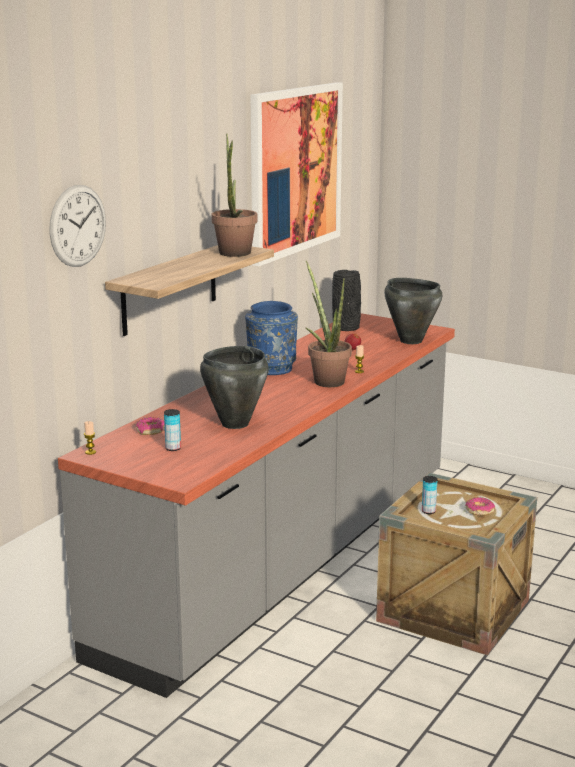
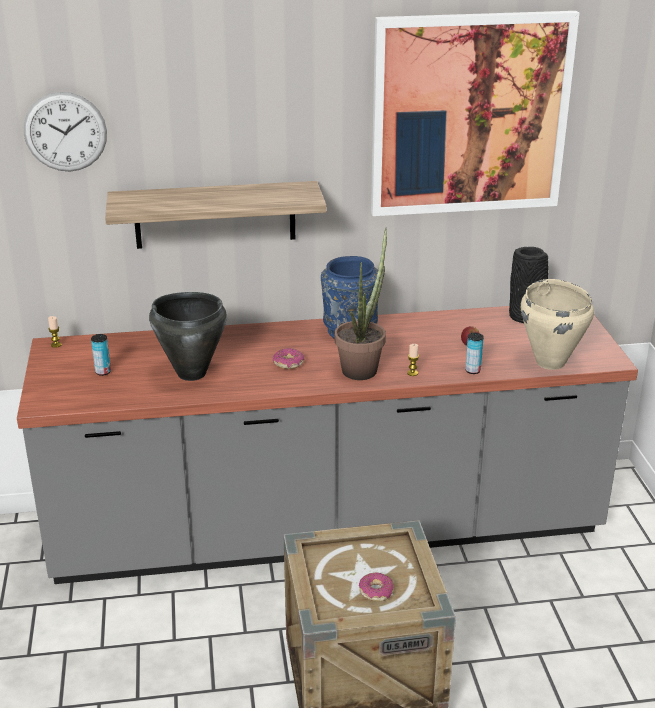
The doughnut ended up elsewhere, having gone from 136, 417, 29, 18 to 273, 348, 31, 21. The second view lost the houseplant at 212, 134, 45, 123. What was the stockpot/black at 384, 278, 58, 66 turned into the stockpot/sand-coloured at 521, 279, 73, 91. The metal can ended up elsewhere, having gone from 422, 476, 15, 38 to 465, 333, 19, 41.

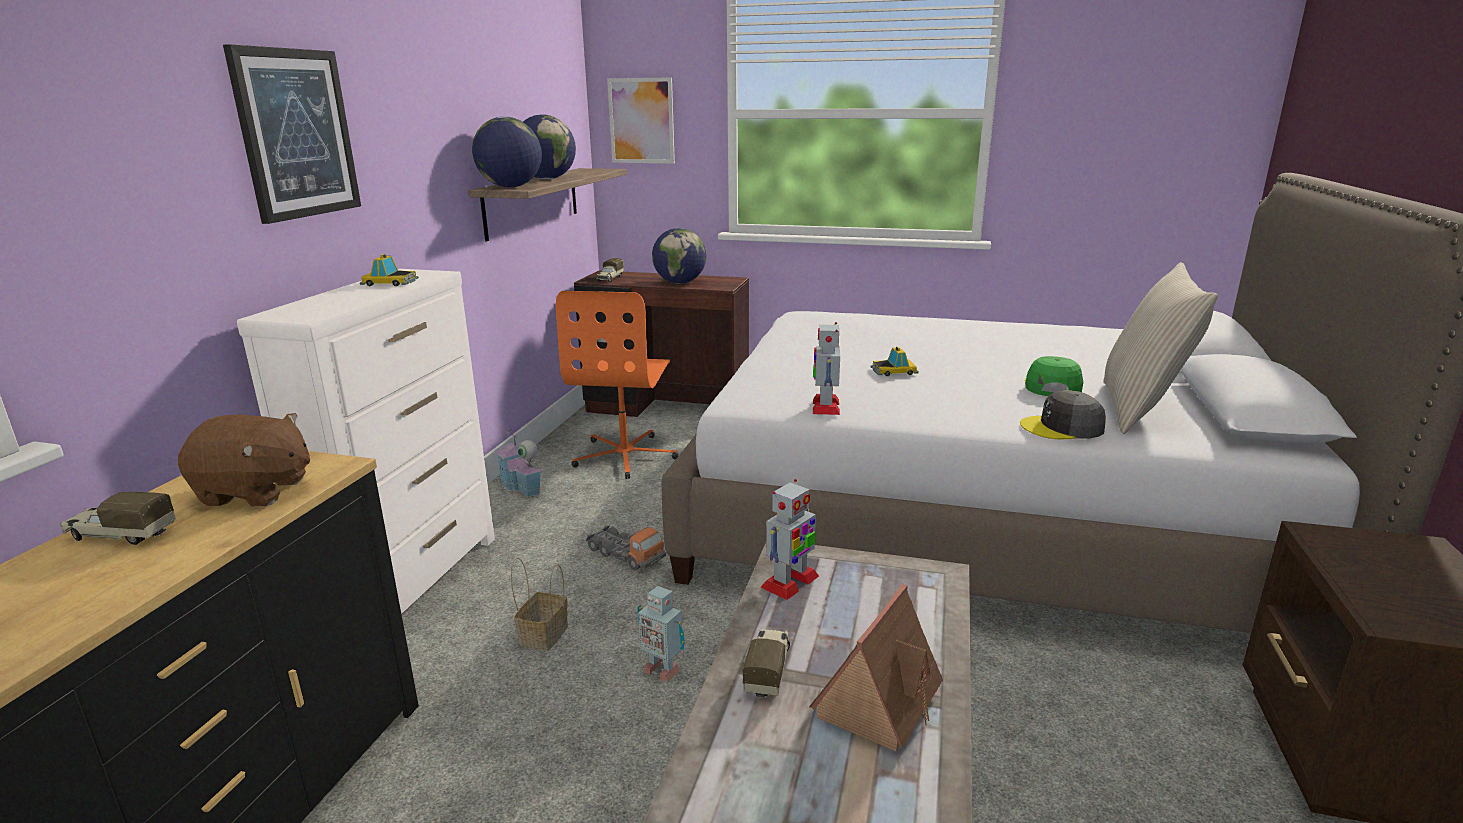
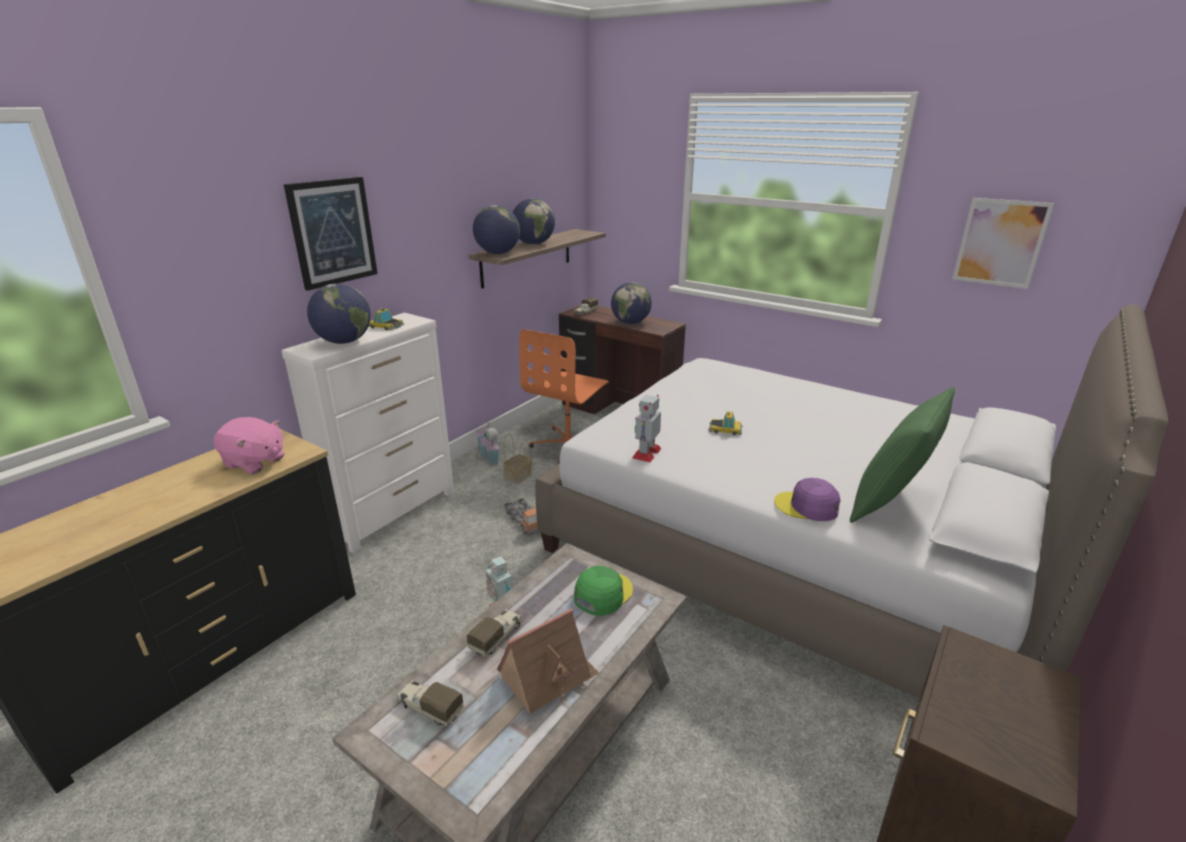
The model truck ended up elsewhere, having gone from 60, 492, 116, 53 to 396, 680, 68, 46. What was the cuddly toy/brownish at 178, 413, 132, 94 turned into the cuddly toy/pink at 214, 417, 70, 57. The basket ended up elsewhere, having gone from 511, 557, 57, 94 to 503, 434, 29, 50. The wall art ended up elsewhere, having gone from 607, 77, 68, 86 to 952, 198, 102, 91. The second view lost the toy robot at 760, 479, 59, 121. What was the peaked cap/gray at 1020, 390, 86, 49 turned into the peaked cap/purple-coloured at 774, 478, 67, 43. The peaked cap/green ended up elsewhere, having gone from 1025, 356, 58, 40 to 574, 565, 59, 51. What was the pillow/sand-coloured at 1103, 262, 115, 172 turned into the pillow/green at 850, 387, 105, 136. The second view gained the globe at 307, 283, 64, 61.

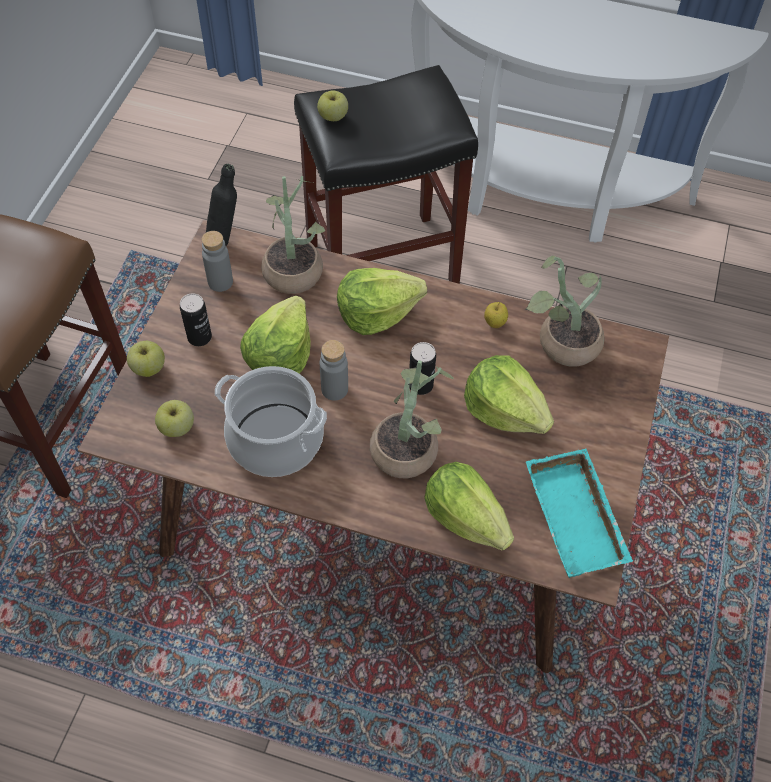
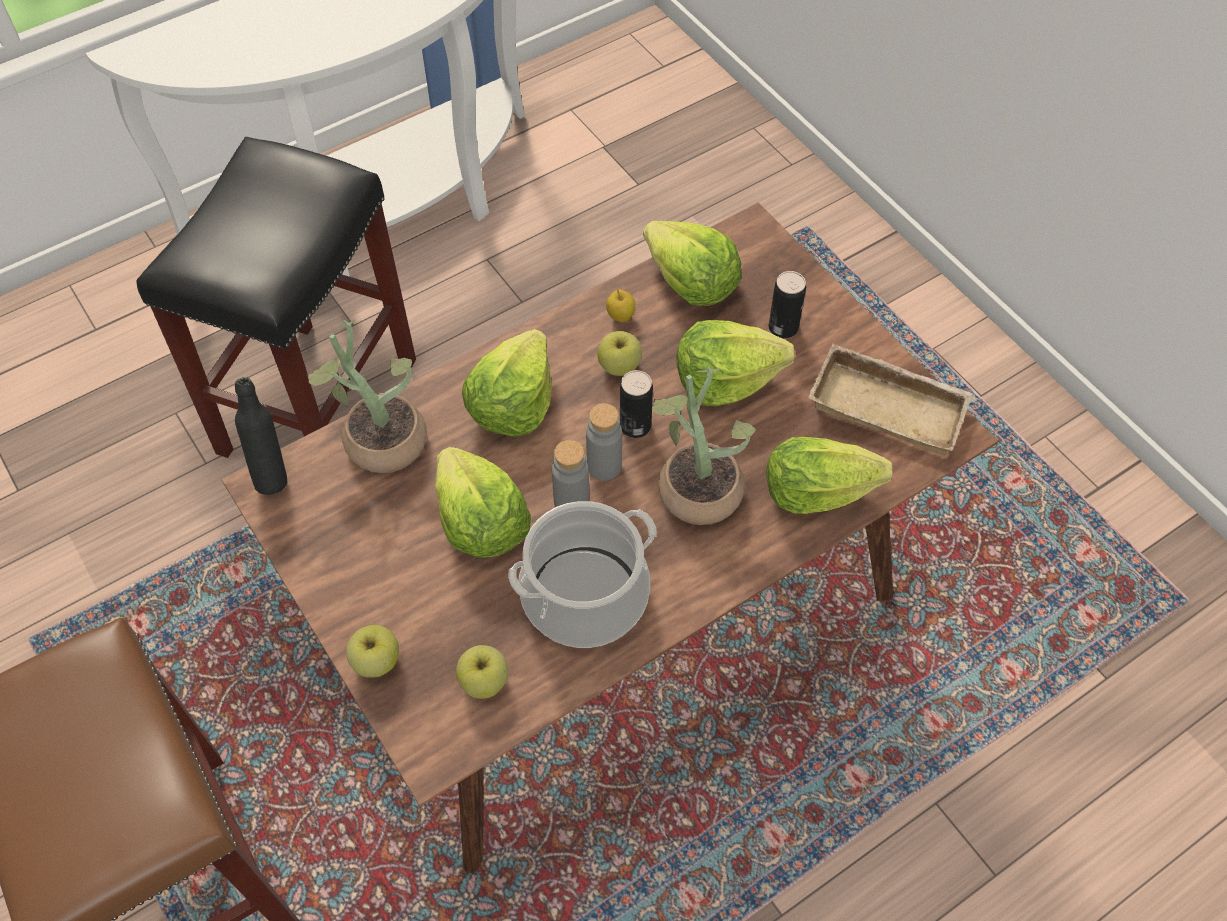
The metal can ended up elsewhere, having gone from 180, 293, 32, 53 to 769, 271, 37, 67. The beverage bottle/gray ended up elsewhere, having gone from 202, 231, 31, 61 to 586, 403, 36, 78. The apple ended up elsewhere, having gone from 317, 90, 31, 31 to 597, 331, 45, 45. Where the houseplant stood at 525, 256, 80, 110, the head of lettuce came to stand at 643, 221, 99, 85. What was the tray/turquoise at 526, 448, 107, 130 turned into the tray/sand-coloured at 808, 343, 165, 112.

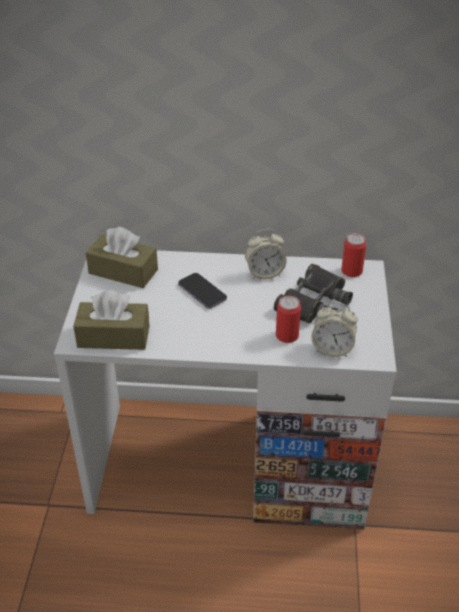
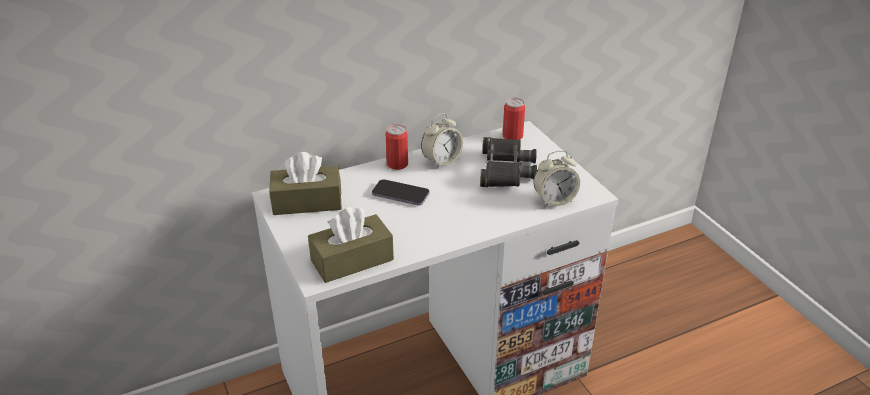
The metal can ended up elsewhere, having gone from 276, 296, 25, 47 to 386, 124, 22, 46.

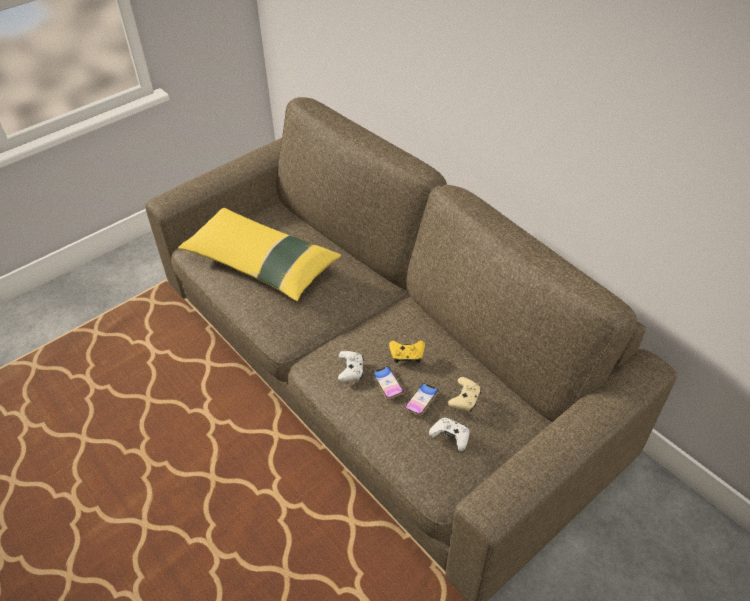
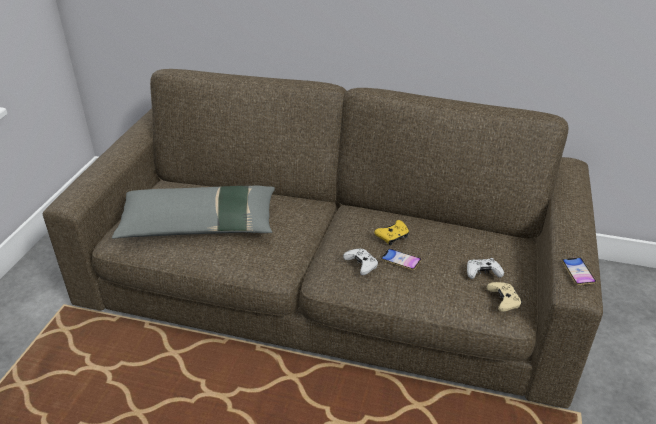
What was the pillow/yellow at 178, 208, 163, 93 turned into the pillow/gray at 112, 185, 163, 54. The telephone ended up elsewhere, having gone from 404, 383, 35, 33 to 562, 257, 35, 28. The game controller/sand-coloured ended up elsewhere, having gone from 448, 377, 33, 34 to 486, 282, 36, 30.

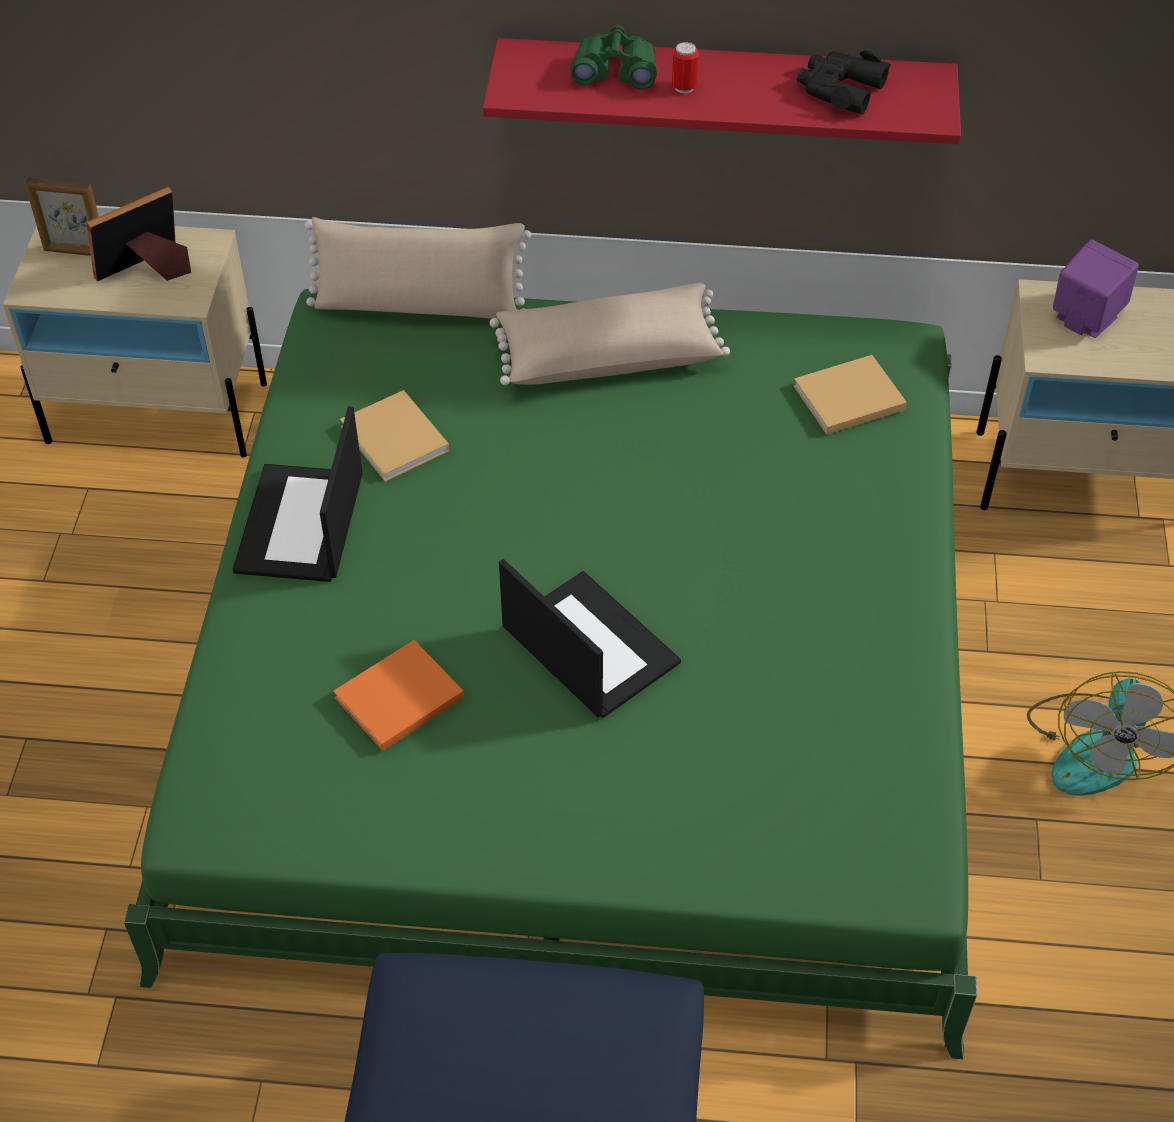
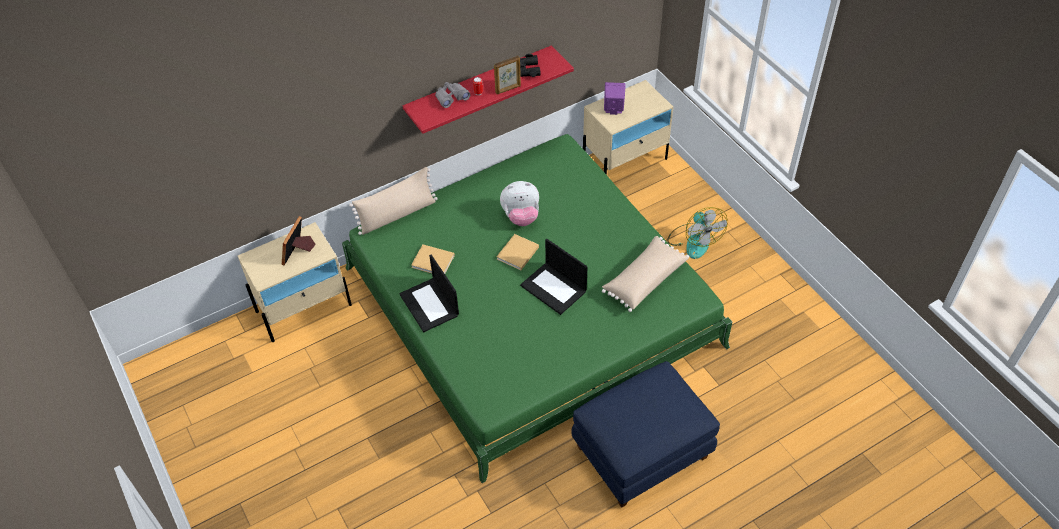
The picture frame ended up elsewhere, having gone from 25, 177, 74, 79 to 494, 56, 27, 38. The second view lost the book/orangey at 333, 640, 131, 111. The pillow/sand-coloured ended up elsewhere, having gone from 490, 283, 240, 102 to 602, 236, 87, 76. The portable computer at 499, 559, 182, 159 ended up facing another way, 150 degrees counterclockwise from before. What was the field glasses/green at 570, 25, 87, 65 turned into the field glasses/gray at 435, 82, 35, 26. The book/sand-coloured ended up elsewhere, having gone from 793, 355, 114, 80 to 496, 234, 43, 36. The second view gained the cuddly toy at 500, 181, 39, 45.

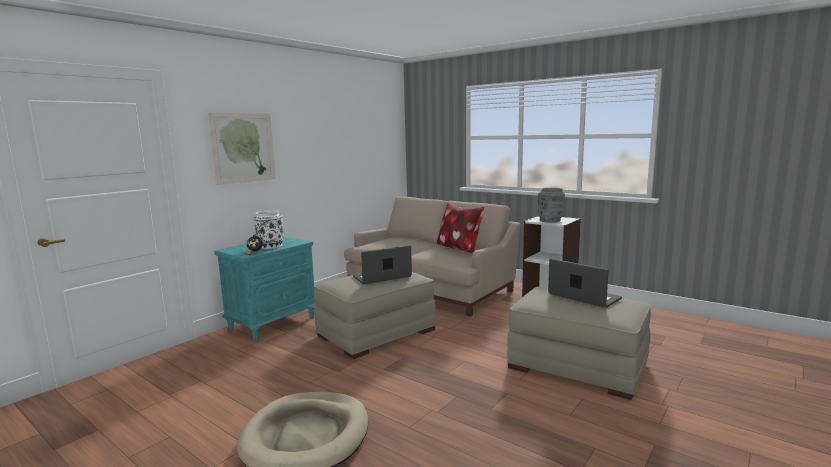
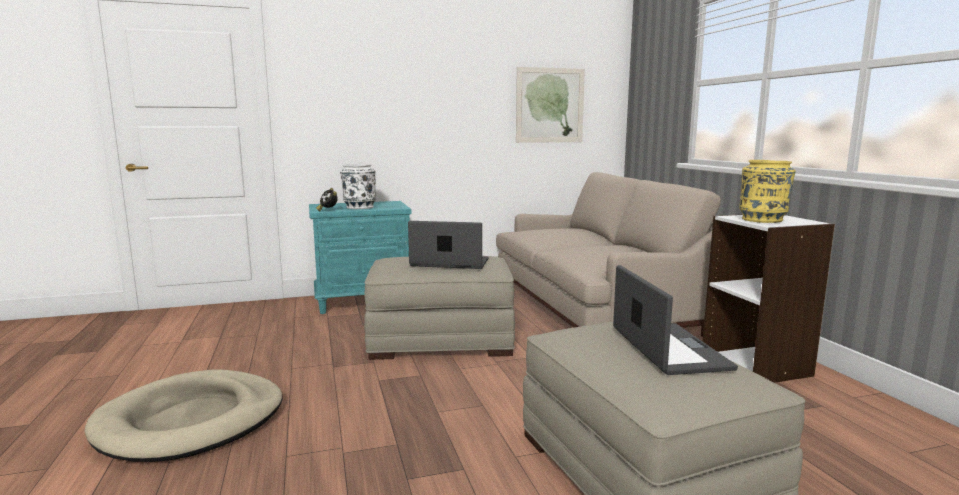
The wall art ended up elsewhere, having gone from 208, 113, 68, 72 to 516, 67, 69, 76. The second view lost the pillow at 437, 202, 47, 51. What was the decorative vase/gray at 538, 188, 27, 35 turned into the decorative vase/yellow at 739, 160, 57, 63.

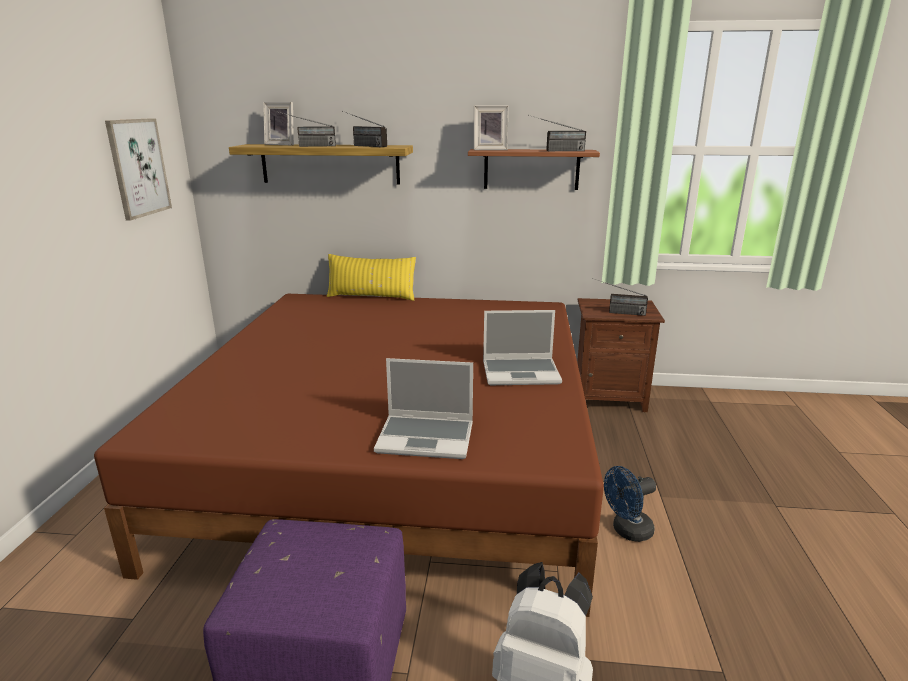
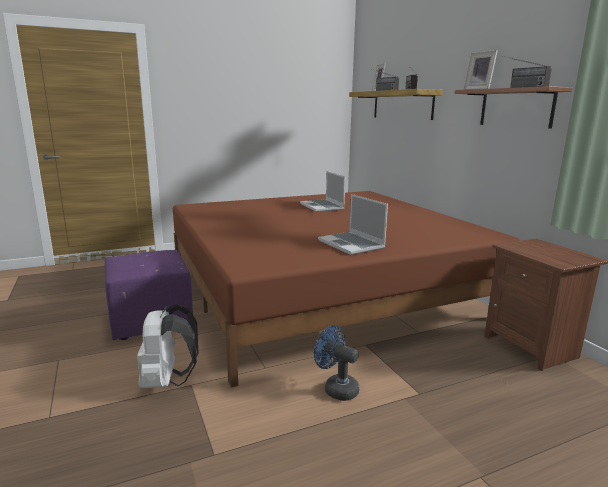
The second view lost the wall art at 105, 118, 67, 103. The second view lost the pillow/yellow at 327, 254, 89, 47. The portable computer ended up elsewhere, having gone from 374, 358, 99, 101 to 300, 171, 45, 41. The second view lost the radio set at 595, 279, 53, 37.

